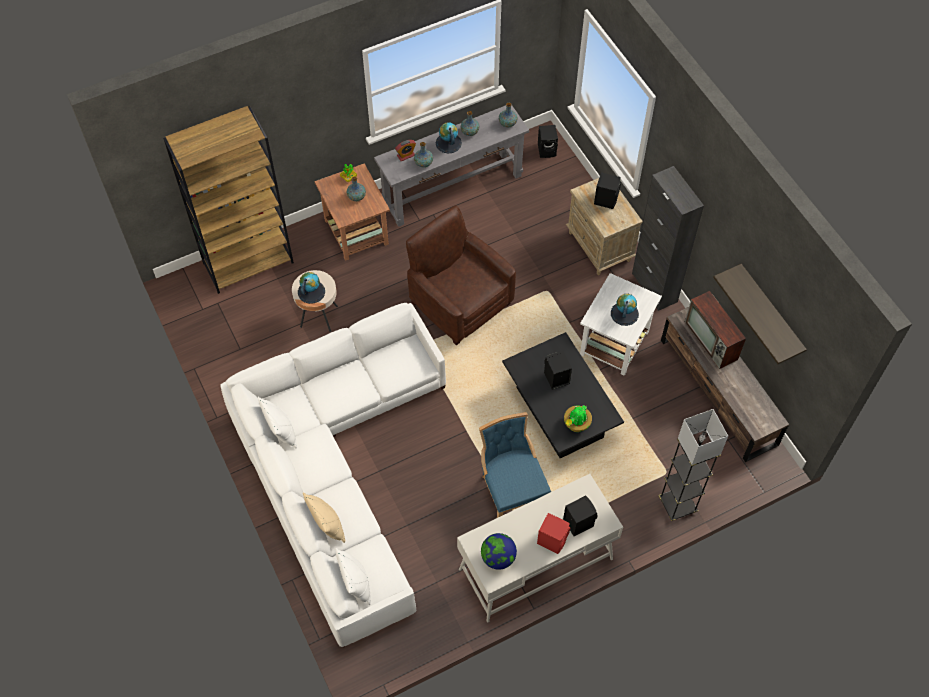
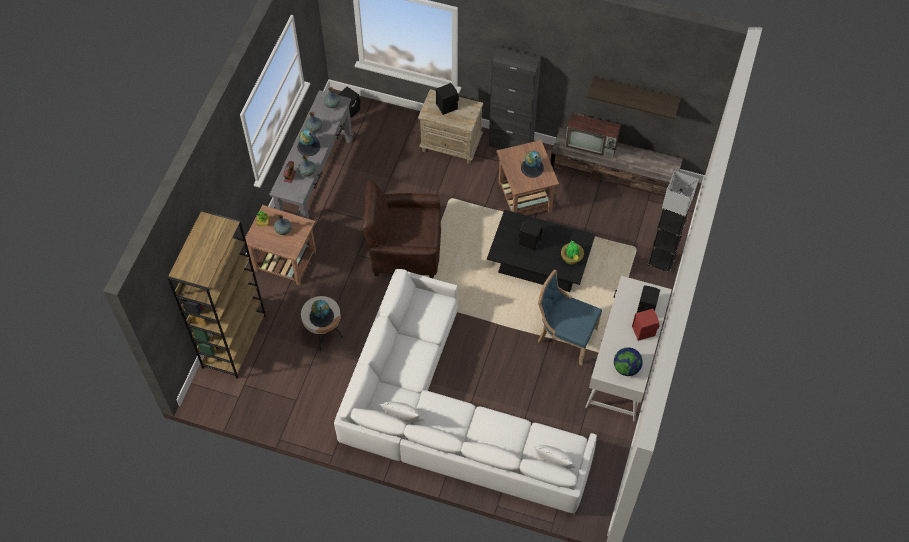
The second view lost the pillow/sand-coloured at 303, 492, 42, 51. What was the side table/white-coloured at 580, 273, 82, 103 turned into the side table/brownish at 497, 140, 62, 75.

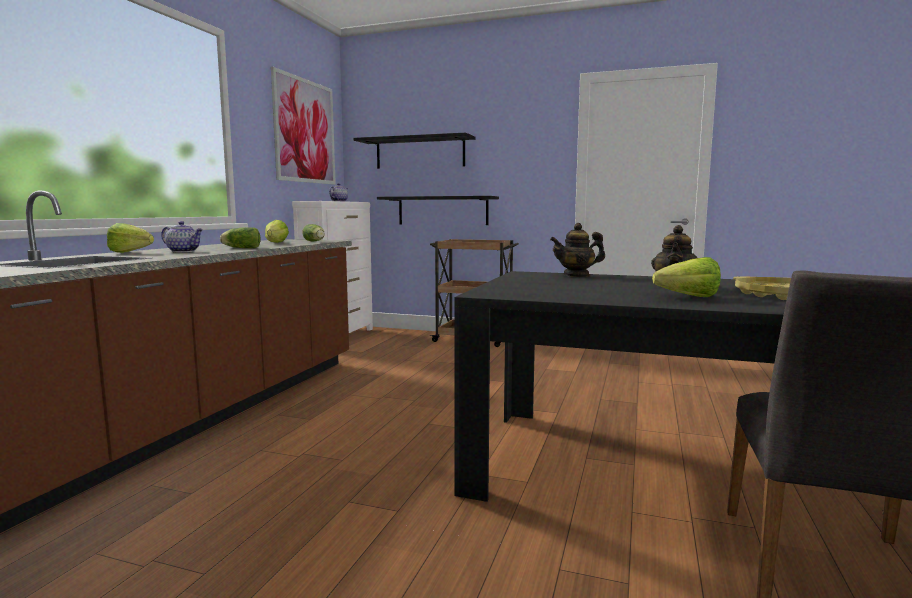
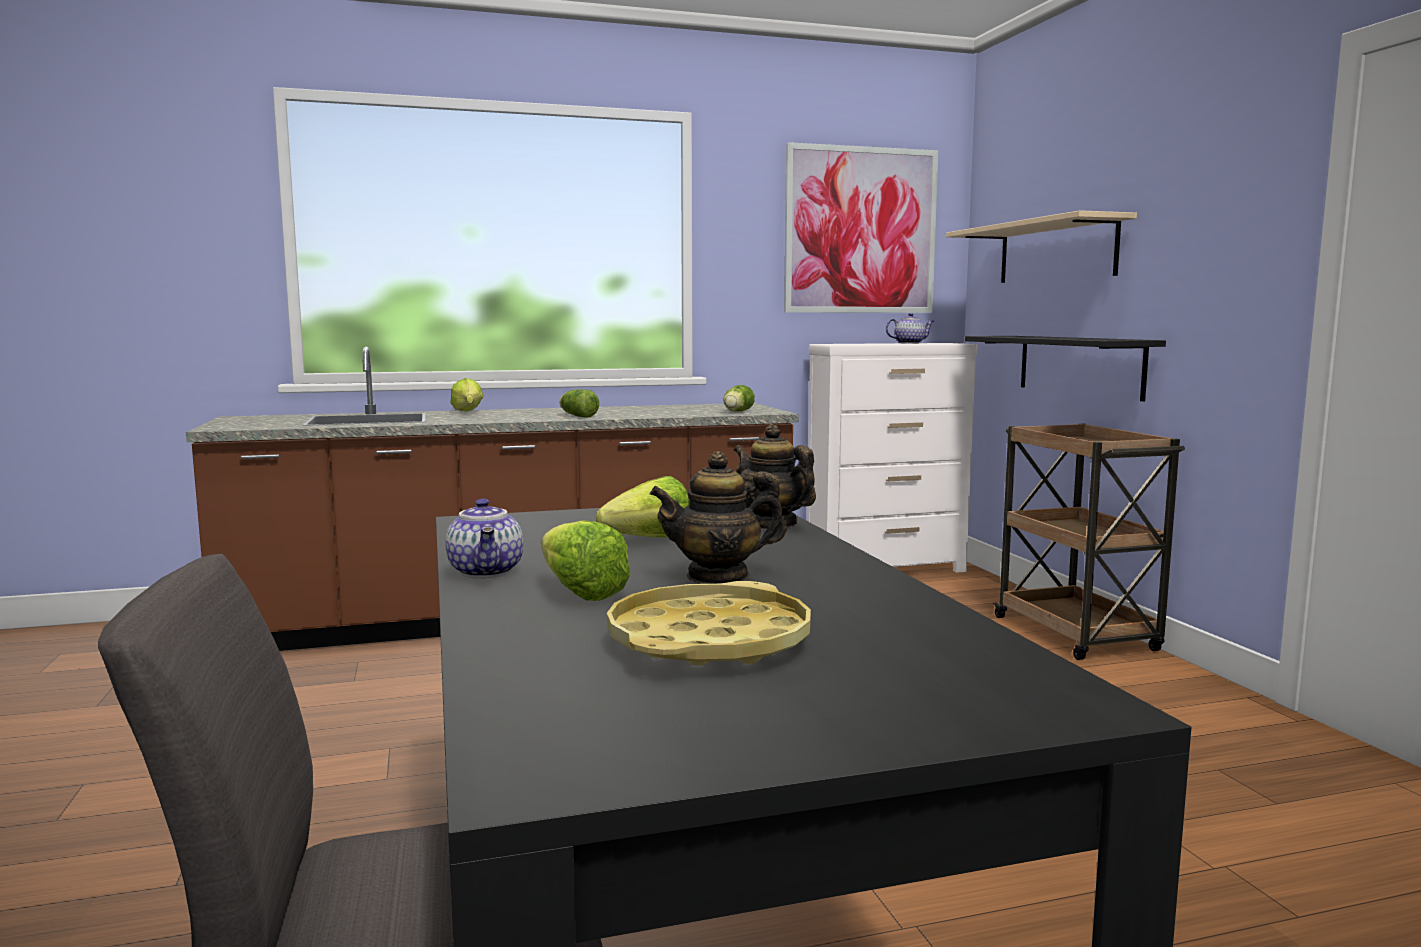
The pot for tea ended up elsewhere, having gone from 161, 221, 42, 31 to 445, 498, 78, 80. The head of lettuce ended up elsewhere, having gone from 265, 220, 24, 23 to 596, 476, 93, 62. What was the wall shelf/black at 353, 133, 122, 36 turned into the wall shelf/sand-coloured at 946, 210, 191, 73.

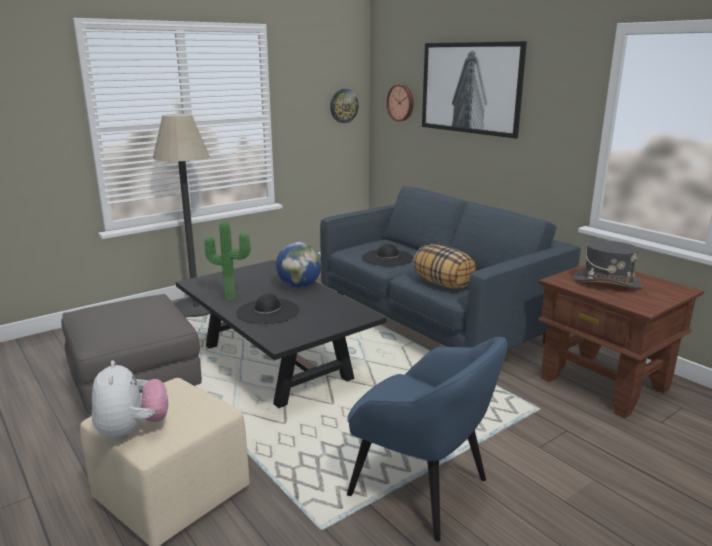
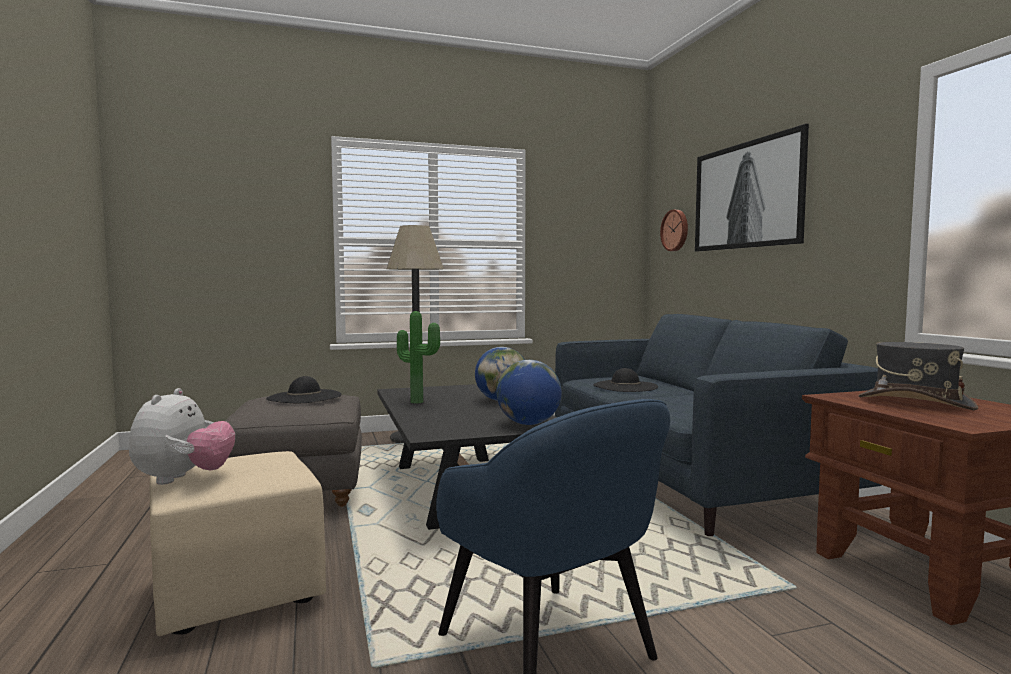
The wearable hat/black ended up elsewhere, having gone from 236, 293, 63, 31 to 266, 376, 76, 27. The second view lost the clock on the wall at 330, 89, 29, 34. The second view lost the pillow at 413, 244, 63, 45. The second view gained the globe at 496, 360, 66, 65.

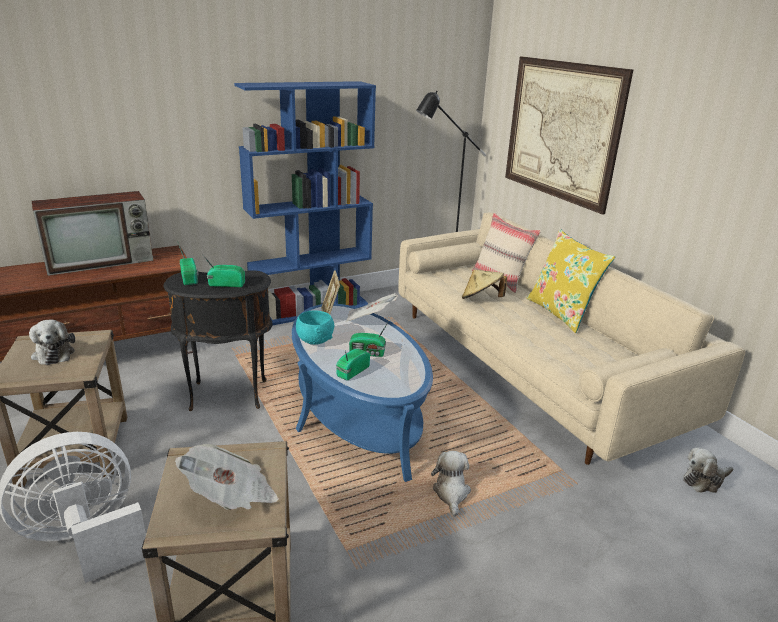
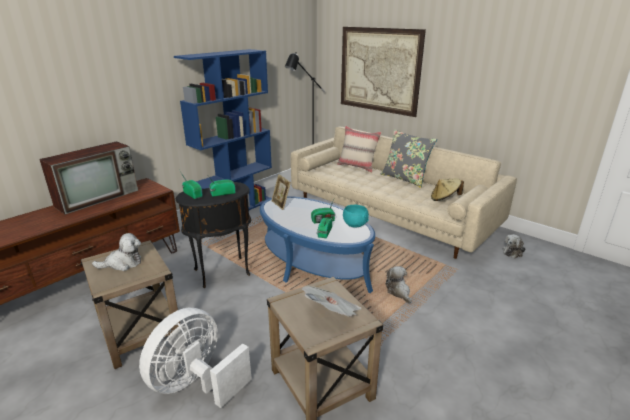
The cuddly toy at 29, 320, 46, 45 ended up facing another way, 60 degrees counterclockwise from before. The serving bowl/turquoise ended up elsewhere, having gone from 296, 310, 38, 35 to 343, 205, 26, 23. The second view lost the daily paper at 345, 293, 53, 29. The wearable hat/sand-coloured ended up elsewhere, having gone from 462, 270, 45, 29 to 431, 178, 33, 23. What was the pillow/yellow at 527, 229, 88, 104 turned into the pillow/gray at 381, 129, 56, 59.

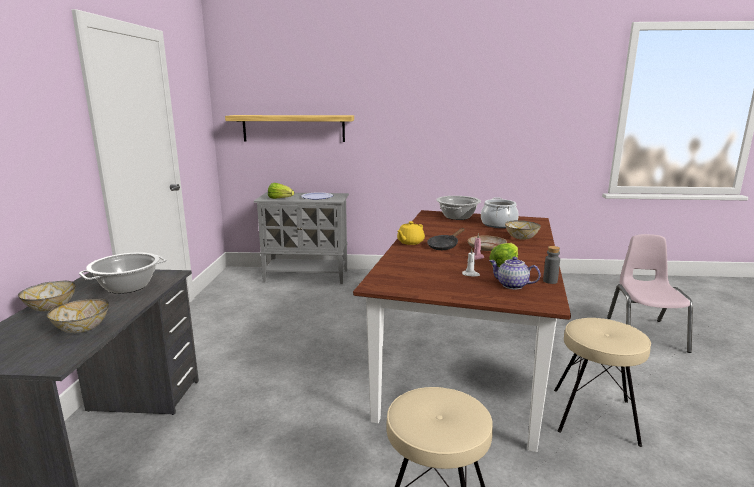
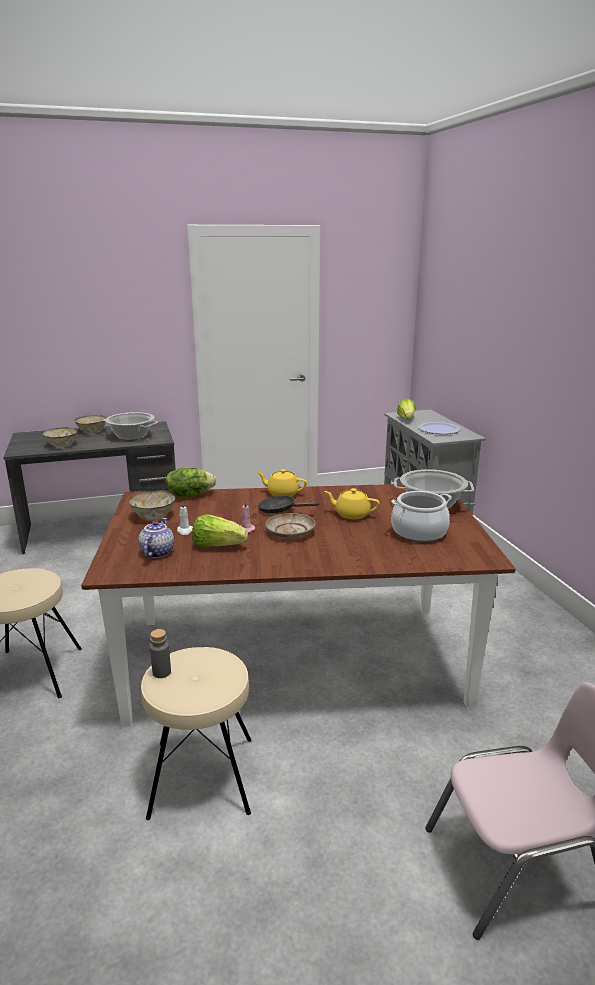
The second view lost the wall shelf at 225, 115, 129, 27. The serving bowl ended up elsewhere, having gone from 505, 220, 36, 20 to 129, 490, 47, 29. The beverage bottle/gray ended up elsewhere, having gone from 543, 246, 17, 38 to 150, 629, 21, 49. The second view gained the head of lettuce at 165, 467, 51, 31. The second view gained the pot for tea/yellow at 324, 488, 56, 31.

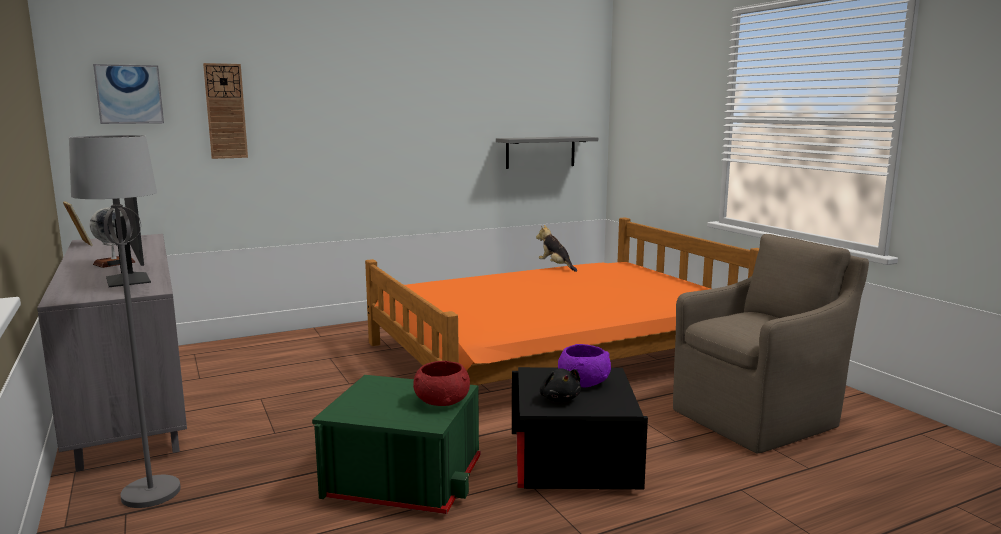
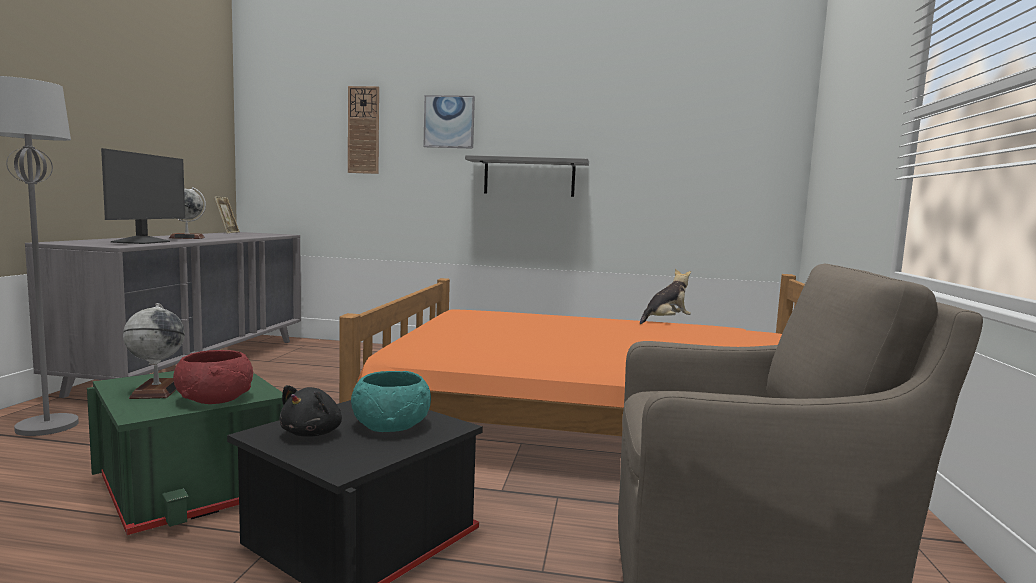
The wall art ended up elsewhere, having gone from 93, 64, 71, 60 to 424, 95, 51, 54. The wall shelf/gray ended up elsewhere, having gone from 496, 136, 102, 33 to 465, 155, 124, 42. The cuddly toy at 536, 225, 41, 47 ended up facing another way, 60 degrees clockwise from before. What was the serving bowl/purple-coloured at 558, 344, 53, 43 turned into the serving bowl/turquoise at 351, 371, 80, 61. The second view gained the globe at 123, 303, 62, 96.

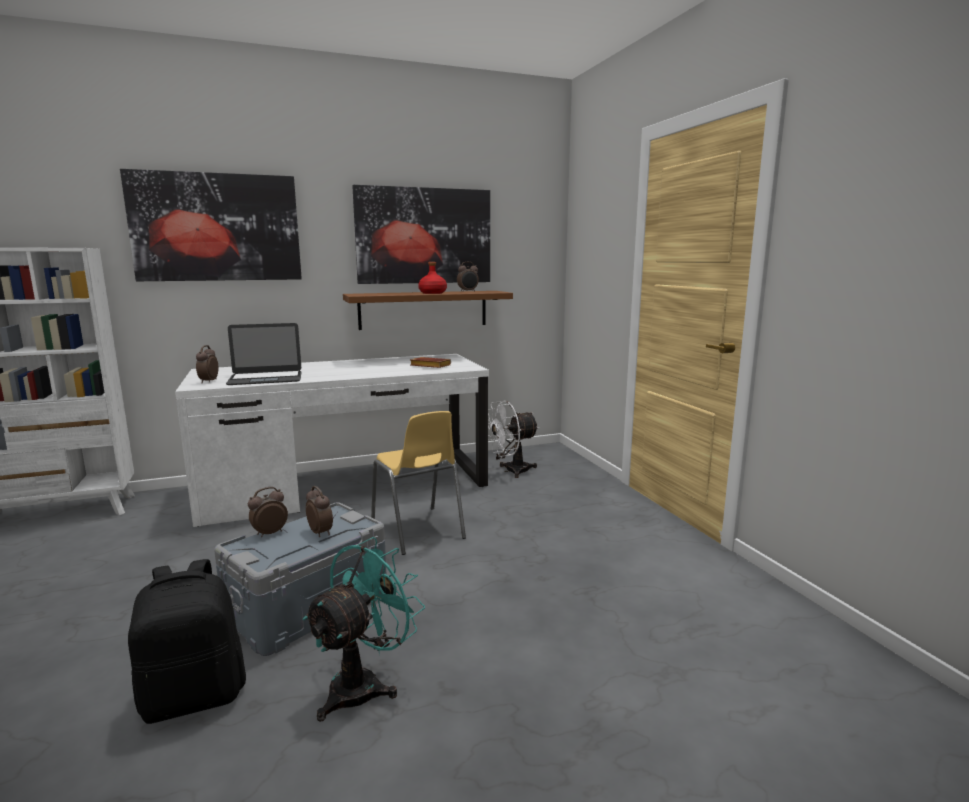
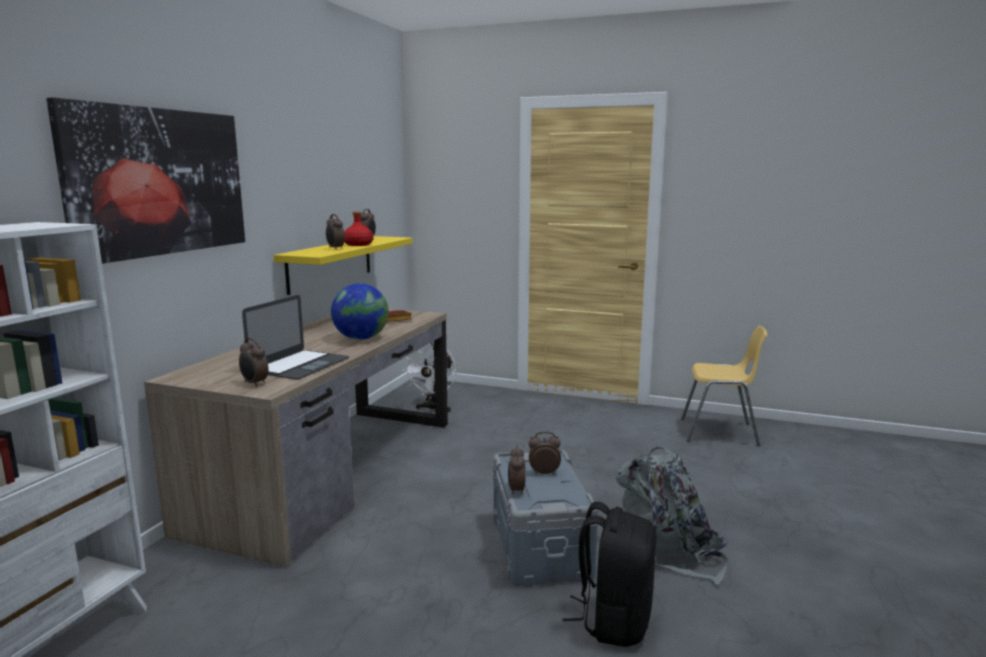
What was the desk unit/white-coloured at 175, 354, 314, 173 turned into the desk unit/brownish at 144, 309, 304, 258. Where the electric fan/turquoise stood at 303, 537, 122, 185, the rucksack/gray came to stand at 616, 447, 112, 139. What was the wall shelf/brownish at 343, 291, 170, 39 turned into the wall shelf/yellow at 274, 236, 139, 59. The second view lost the wall art at 352, 185, 138, 99. The chair/yellow ended up elsewhere, having gone from 371, 411, 95, 144 to 681, 326, 86, 120. The second view gained the table clock at 326, 214, 19, 36. The second view gained the globe at 331, 283, 58, 57.

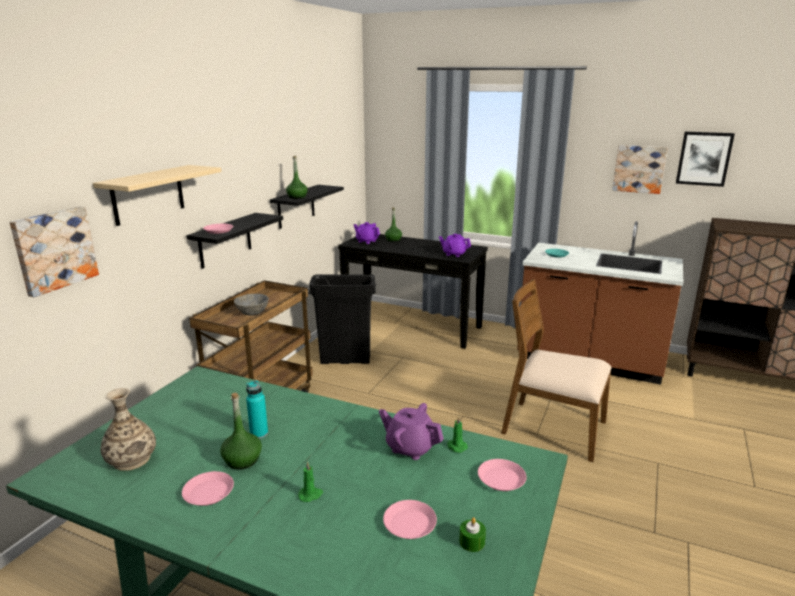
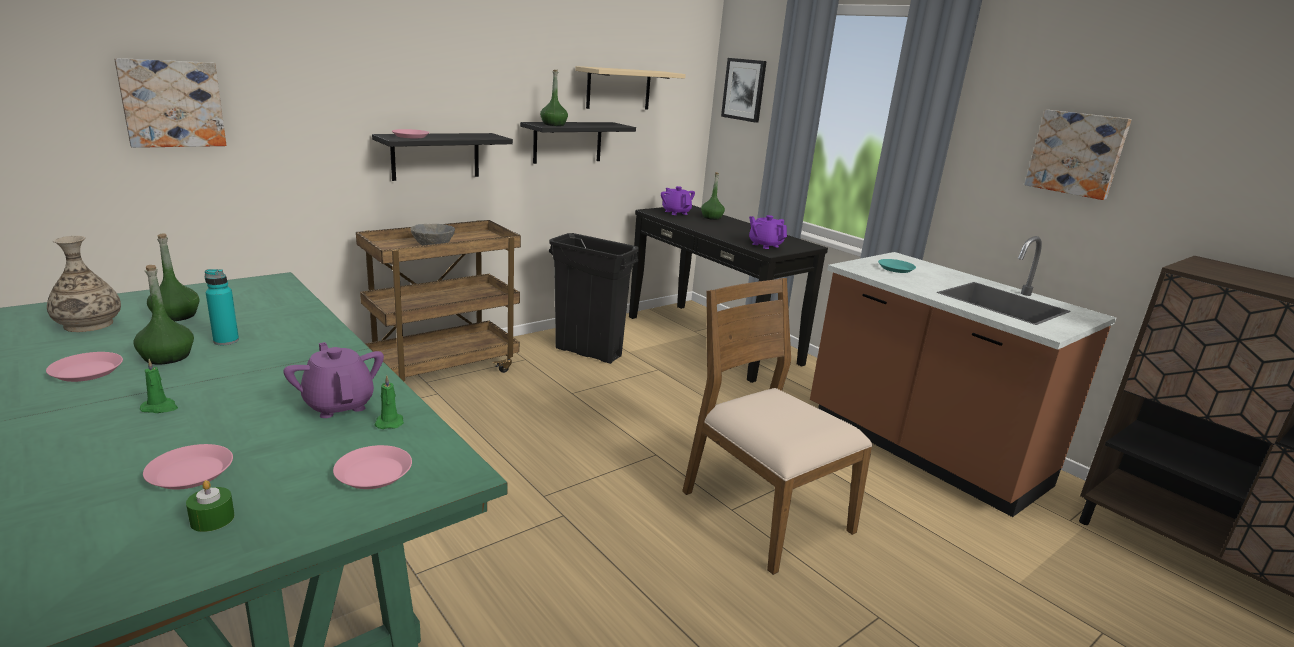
The wall shelf/sand-coloured ended up elsewhere, having gone from 93, 165, 129, 61 to 575, 66, 111, 44. The wall art ended up elsewhere, having gone from 676, 132, 59, 55 to 721, 58, 46, 65. The second view gained the beverage bottle/green at 147, 234, 52, 87.

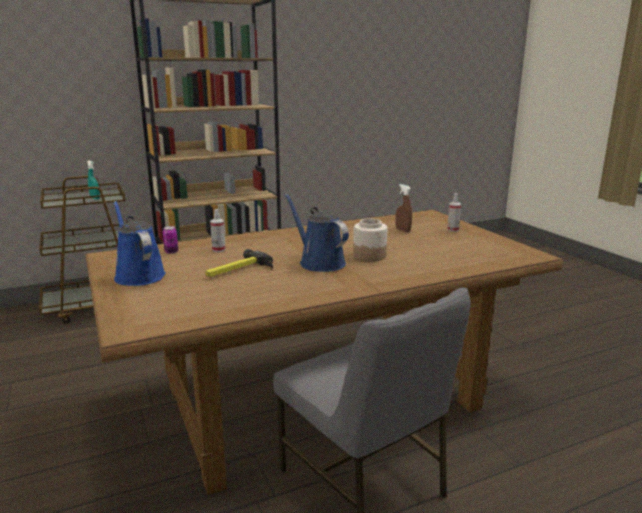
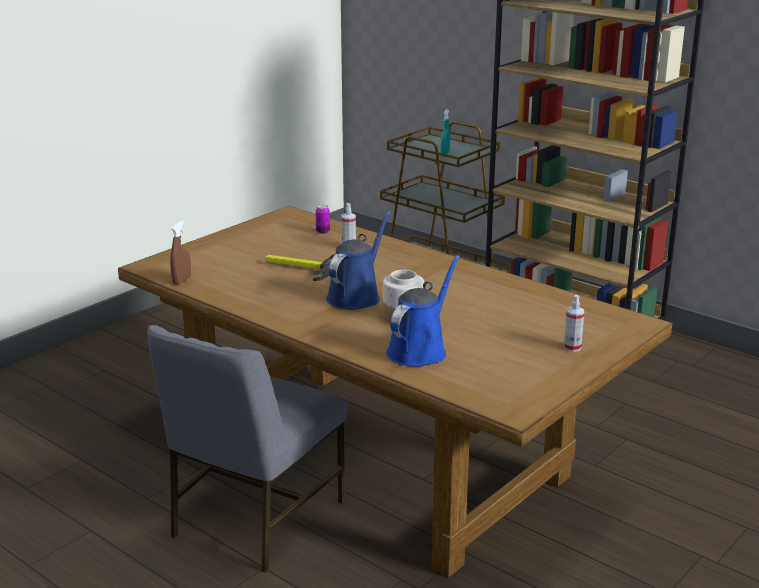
The sprinkling can/blue ended up elsewhere, having gone from 113, 201, 53, 85 to 386, 255, 74, 112. The hand sprayer/brownish ended up elsewhere, having gone from 396, 184, 16, 48 to 170, 221, 21, 64.

